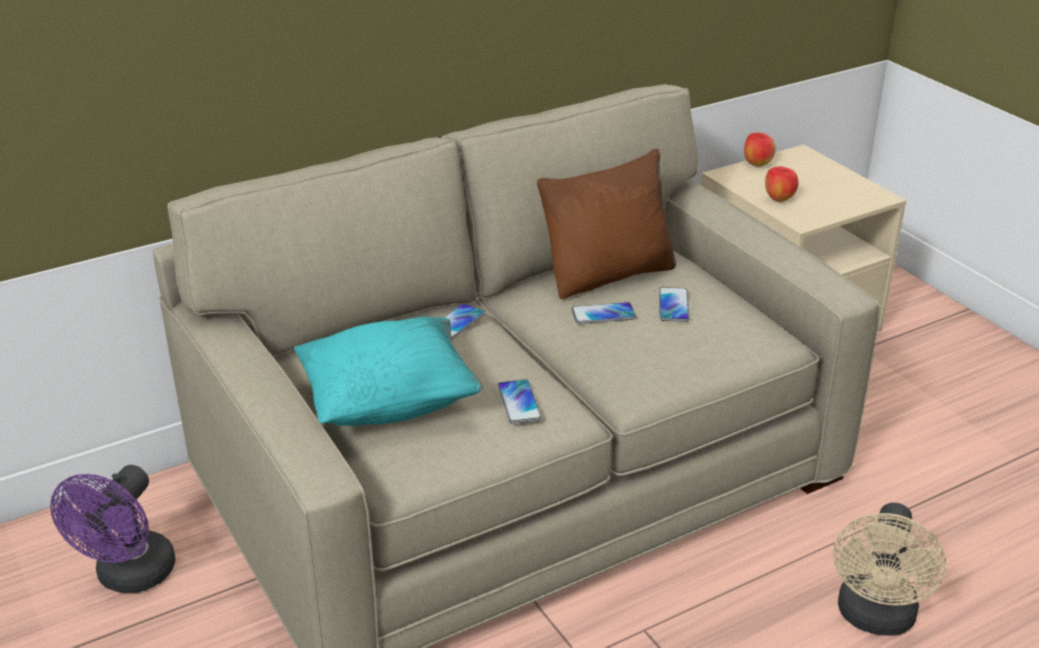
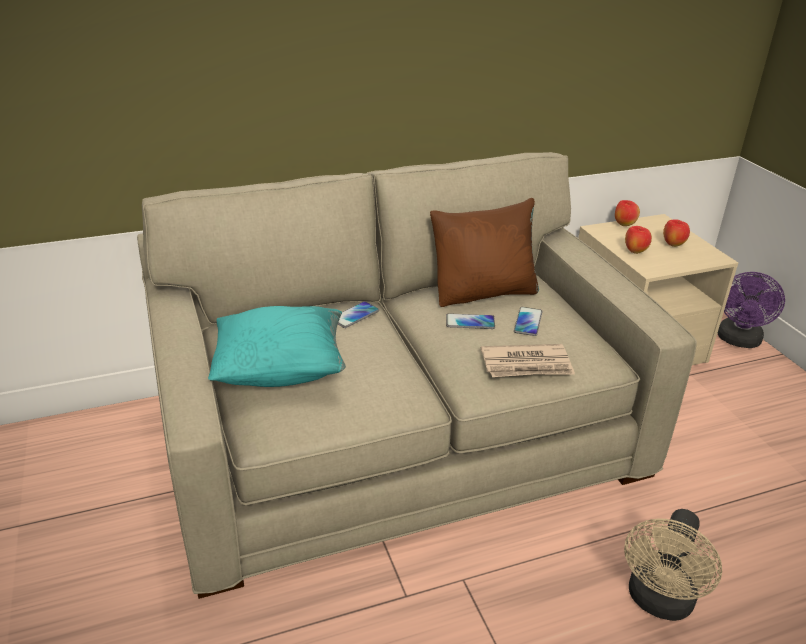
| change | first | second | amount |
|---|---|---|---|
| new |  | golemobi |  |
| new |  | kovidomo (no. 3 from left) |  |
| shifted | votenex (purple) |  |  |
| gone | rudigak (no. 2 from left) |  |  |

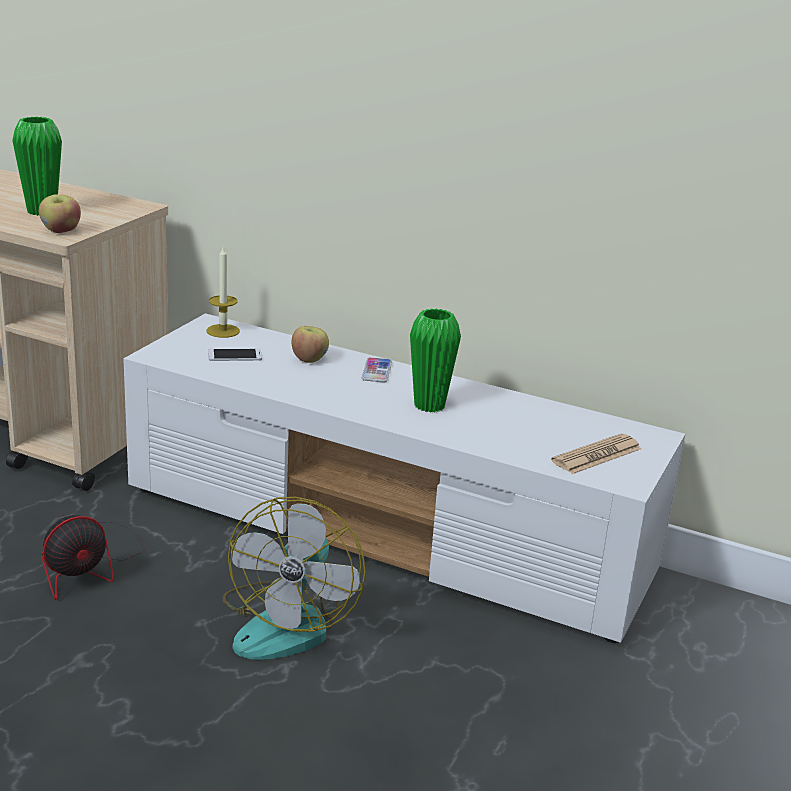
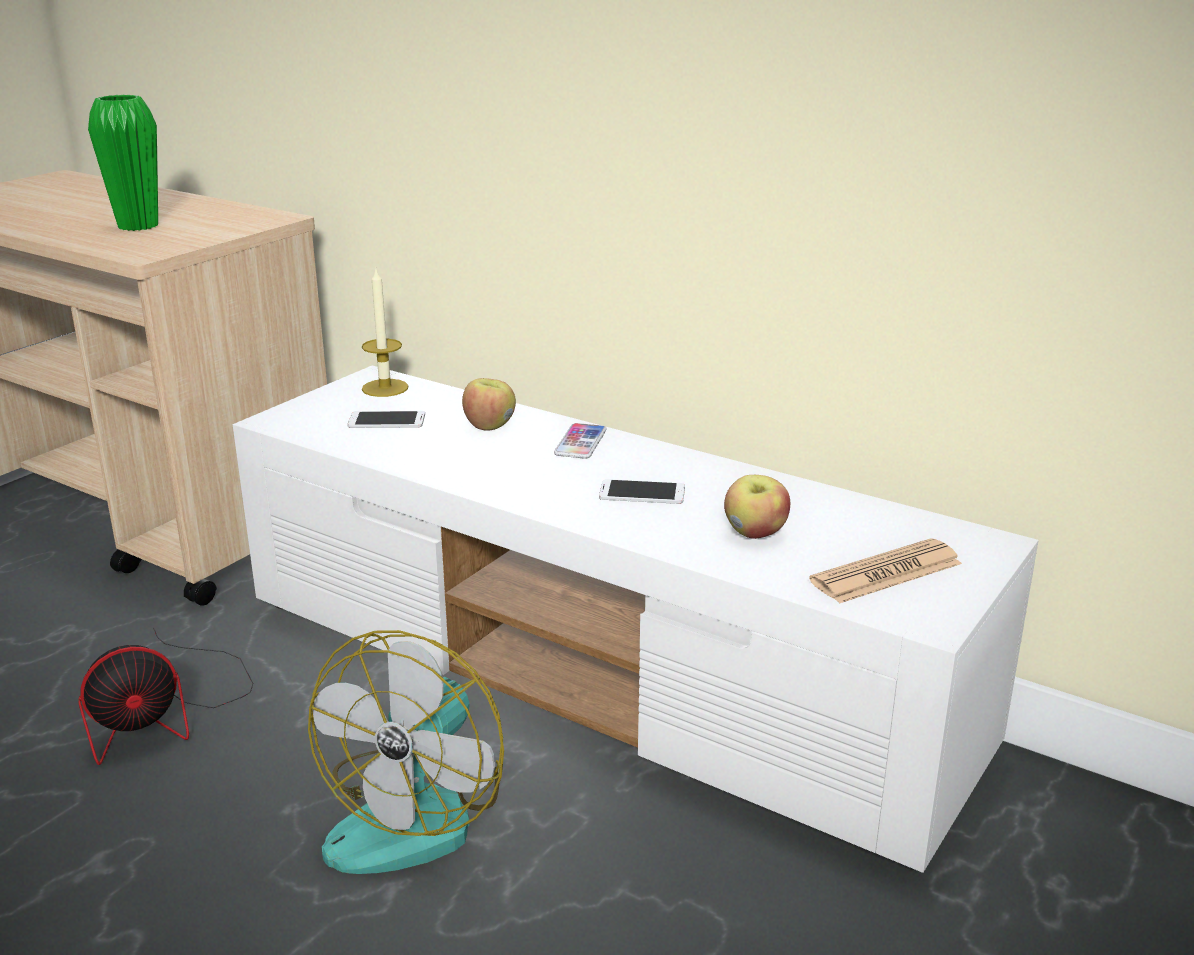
| change | first | second | amount |
|---|---|---|---|
| swapped | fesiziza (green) (no. 2 from left) | rudigak (no. 3 from left) |  |
| shifted | kovidomo (no. 1 from left in the first image) | kovidomo (no. 2 from left) |  |

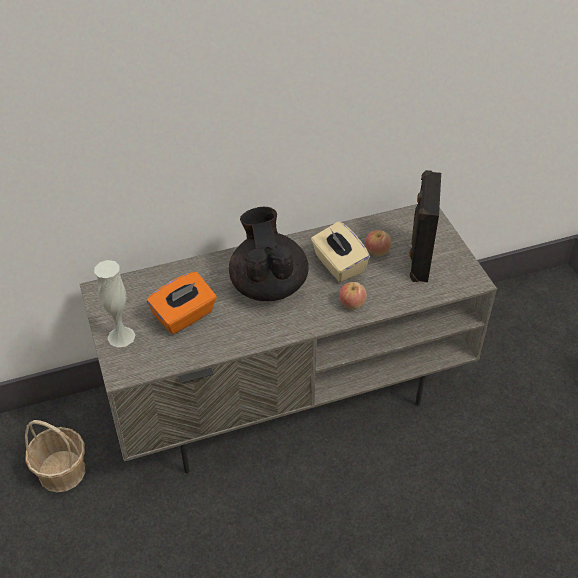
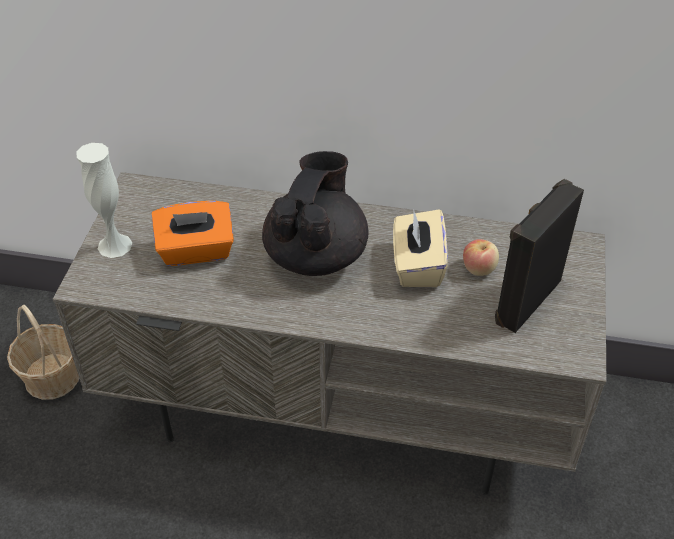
| change | first | second | amount |
|---|---|---|---|
| gone | kovidomo (no. 1 from left) |  |  |

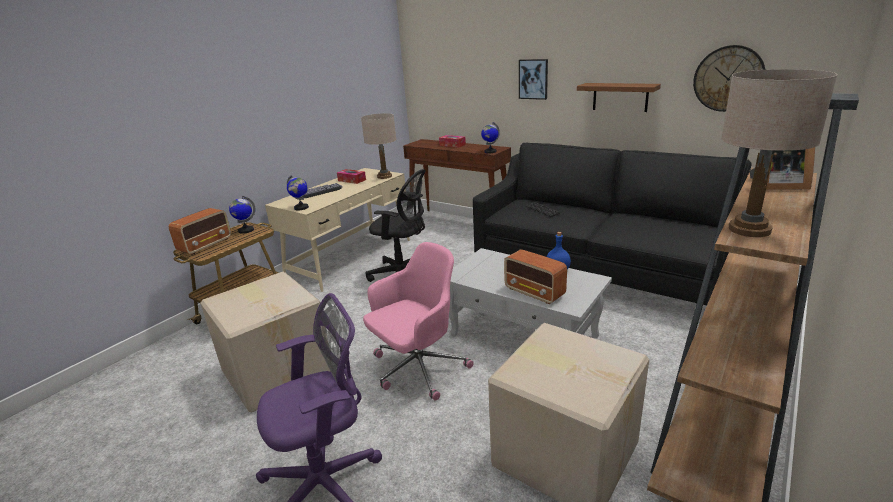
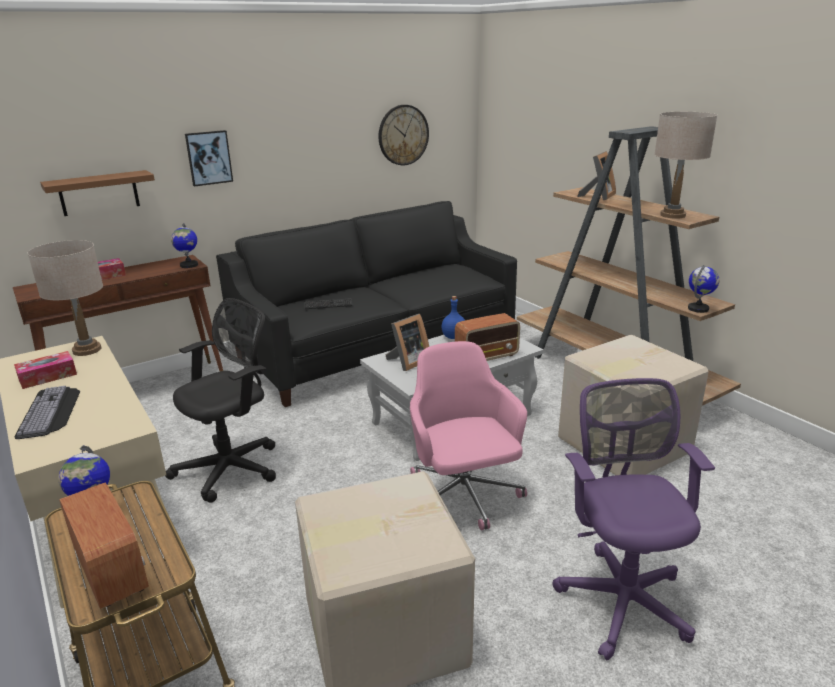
| change | first | second | amount |
|---|---|---|---|
| shifted | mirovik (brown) |  |  |
| new |  | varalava (no. 1 from left) |  |
| shifted | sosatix (no. 2 from left in the first image) | sosatix (no. 3 from left) |  |

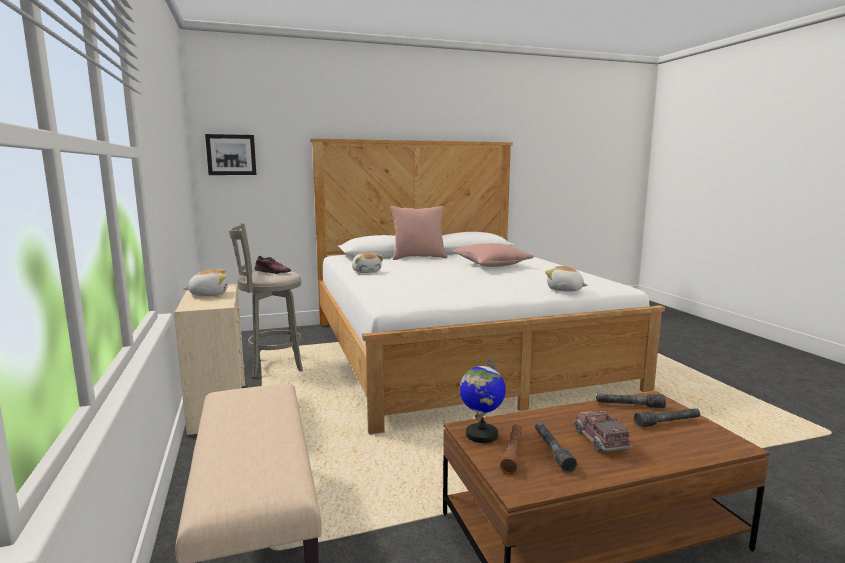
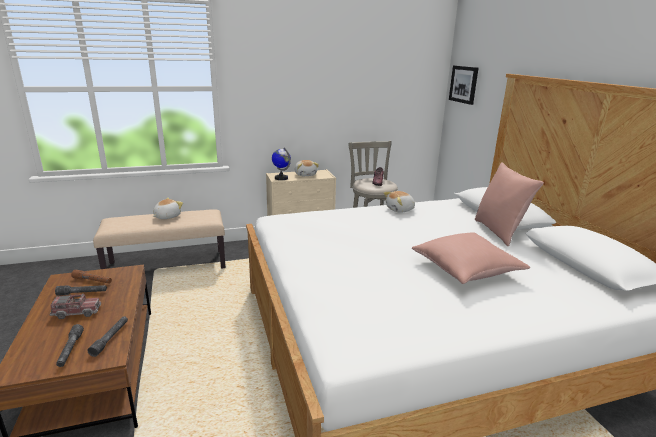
| change | first | second | amount |
|---|---|---|---|
| shifted | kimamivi (no. 3 from left in the first image) | kimamivi (no. 1 from left) |  |
| shifted | sosatix |  |  |

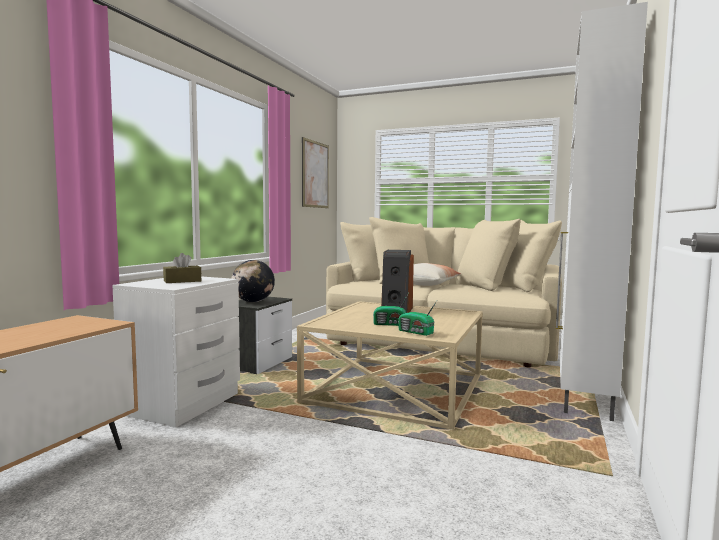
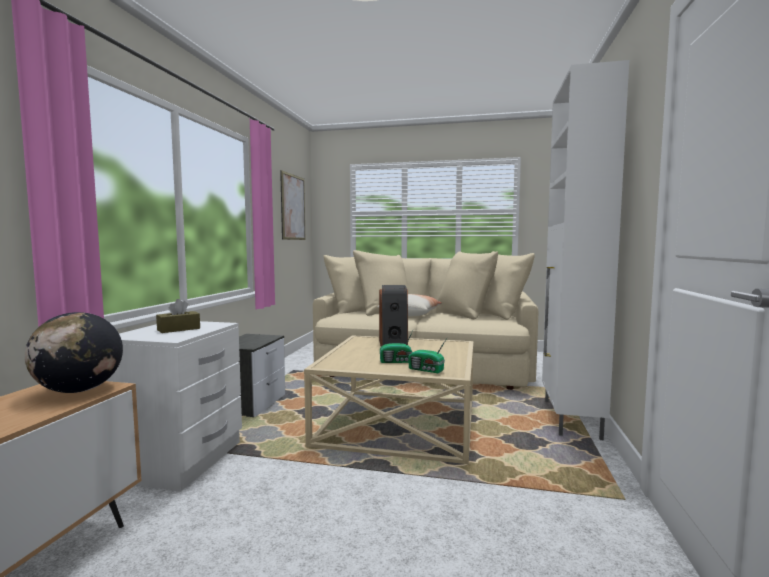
| change | first | second | amount |
|---|---|---|---|
| shifted | sosatix |  |  |

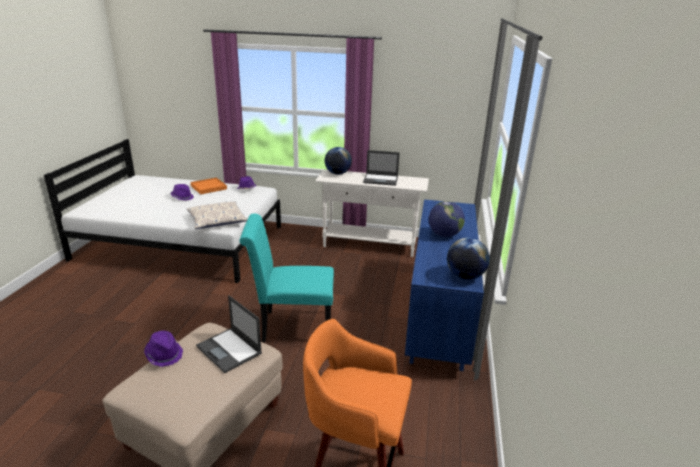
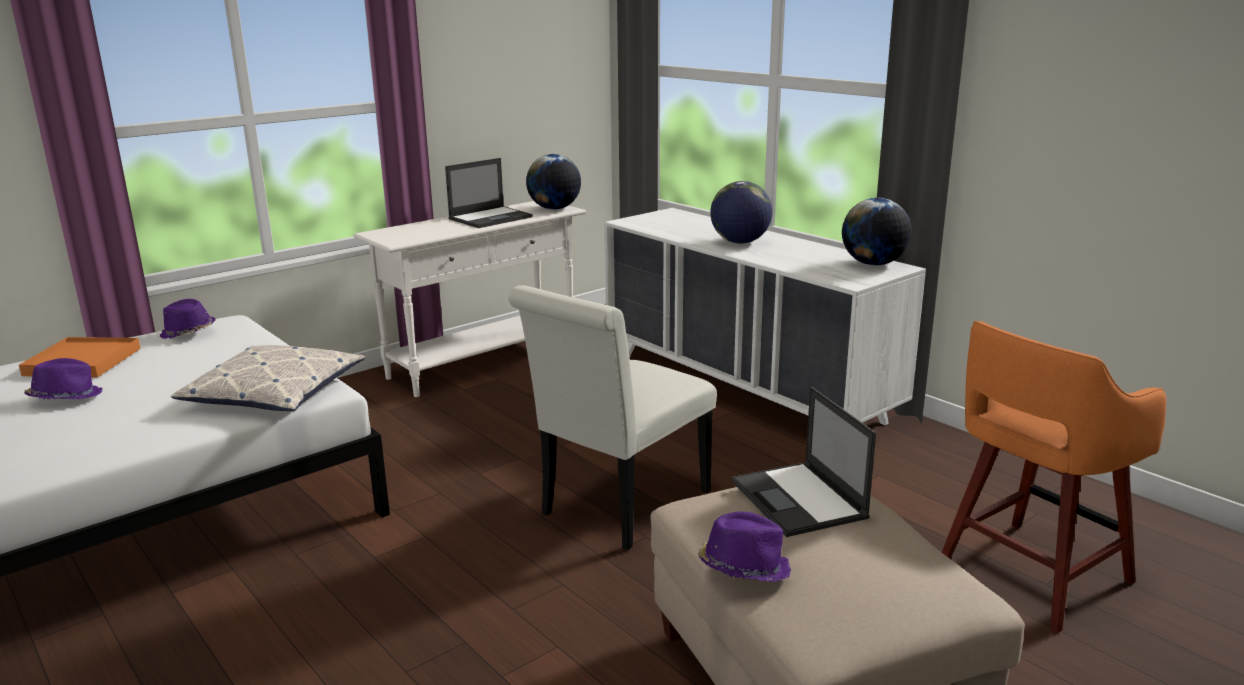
| change | first | second | amount |
|---|---|---|---|
| repainted | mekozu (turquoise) | mekozu (white) |  |
| shifted | sosatix (no. 1 from left) |  |  |
| repainted | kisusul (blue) | kisusul (white) |  |
| rotated | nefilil (no. 1 from left in the first image) | nefilil (no. 2 from left) | 75 degrees clockwise |

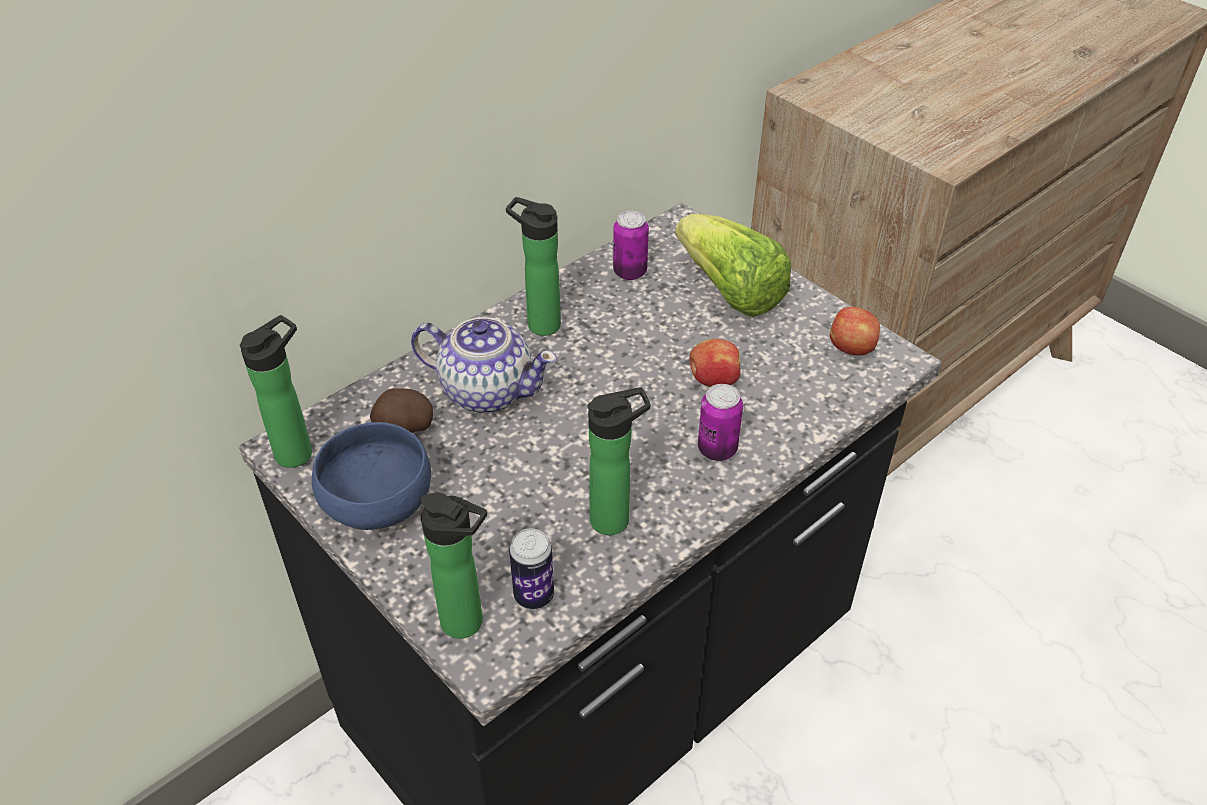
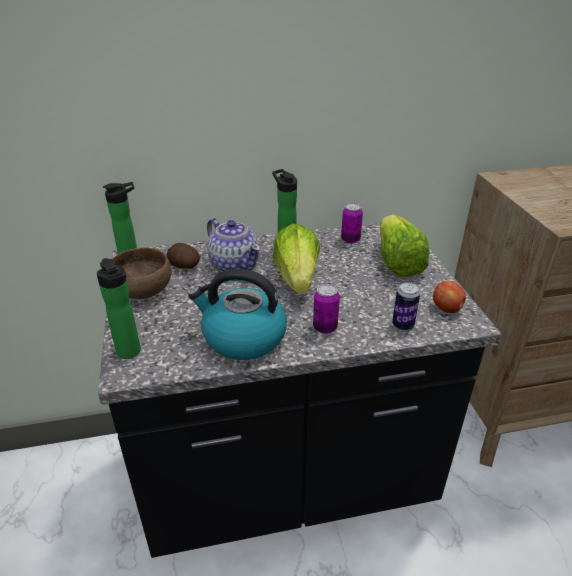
| change | first | second | amount |
|---|---|---|---|
| repainted | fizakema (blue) | fizakema (brown) |  |
| swapped | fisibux (no. 4 from left) | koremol |  |
| new |  | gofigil (no. 1 from left) |  |
| shifted | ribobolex (no. 1 from left in the first image) | ribobolex (no. 3 from left) |  |
| gone | kovidomo (no. 1 from left) |  |  |

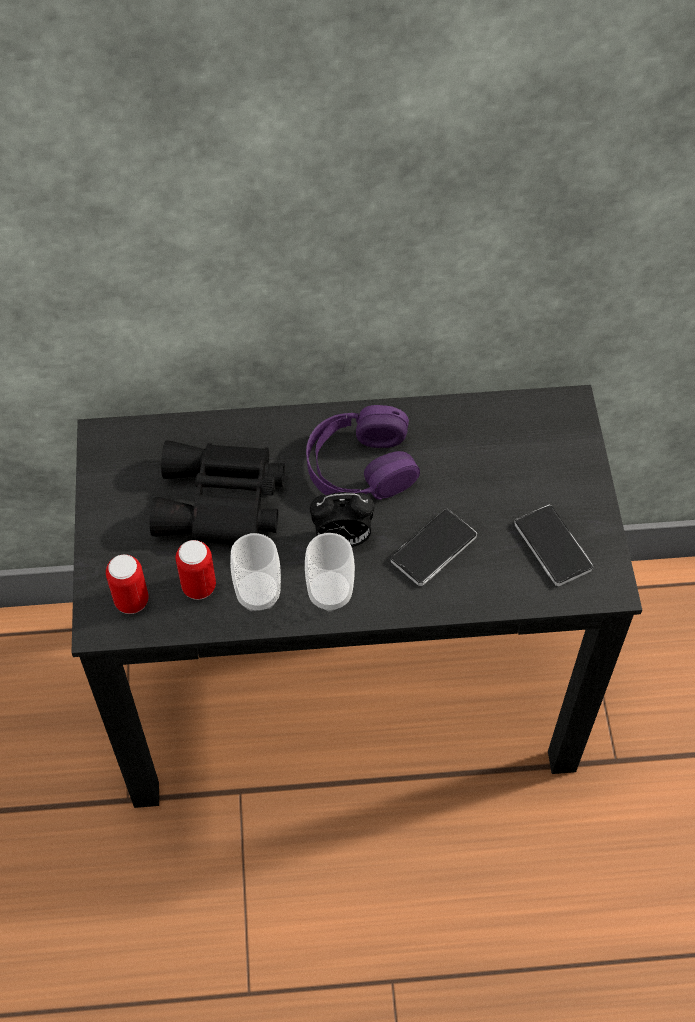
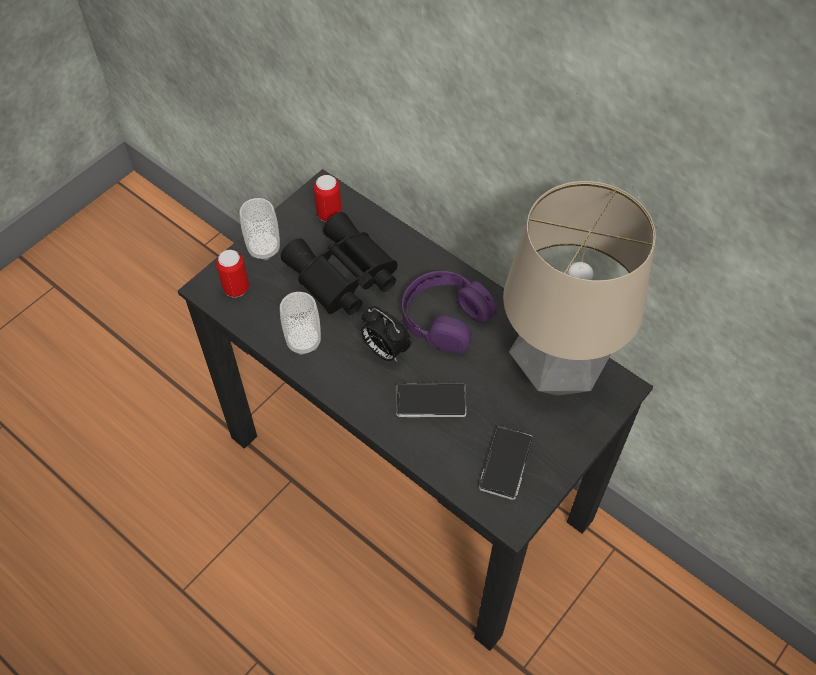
| change | first | second | amount |
|---|---|---|---|
| shifted | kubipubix (no. 2 from left in the first image) | kubipubix (no. 1 from left) |  |
| shifted | ribobolex (no. 2 from left) |  |  |
| new |  | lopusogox |  |

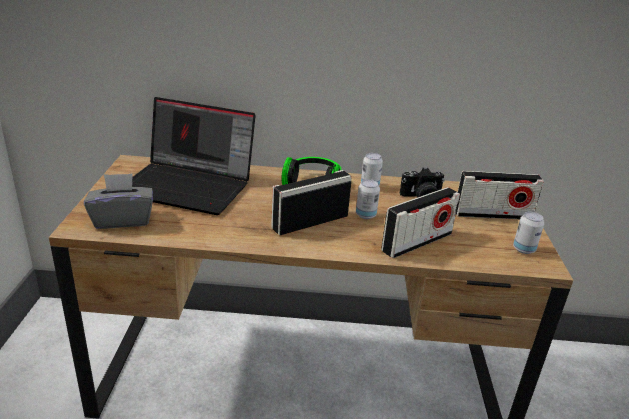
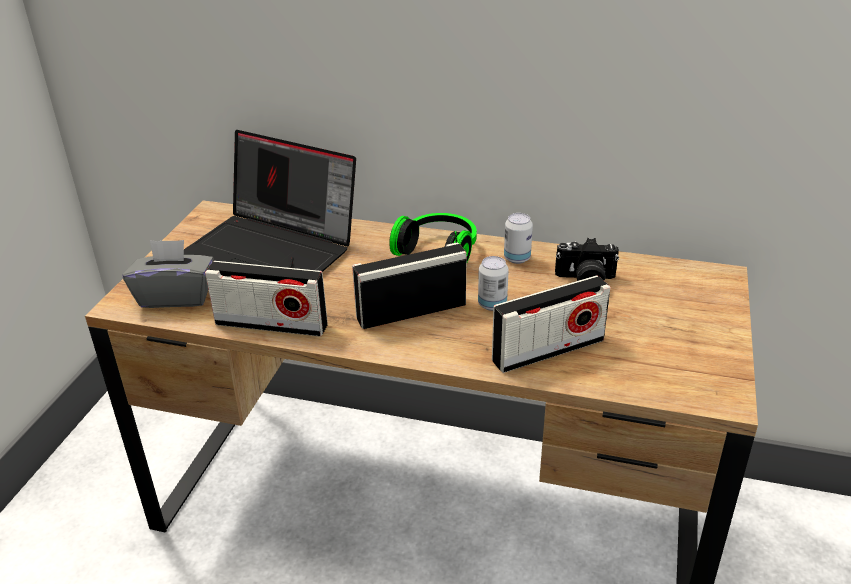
| change | first | second | amount |
|---|---|---|---|
| shifted | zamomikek (no. 3 from left in the first image) | zamomikek (no. 1 from left) |  |
| gone | ribobolex (no. 3 from left) |  |  |

